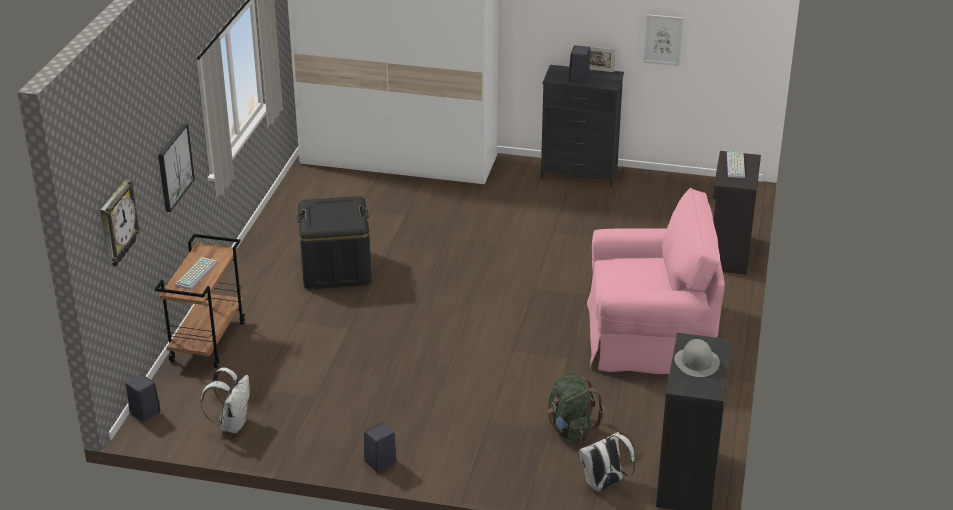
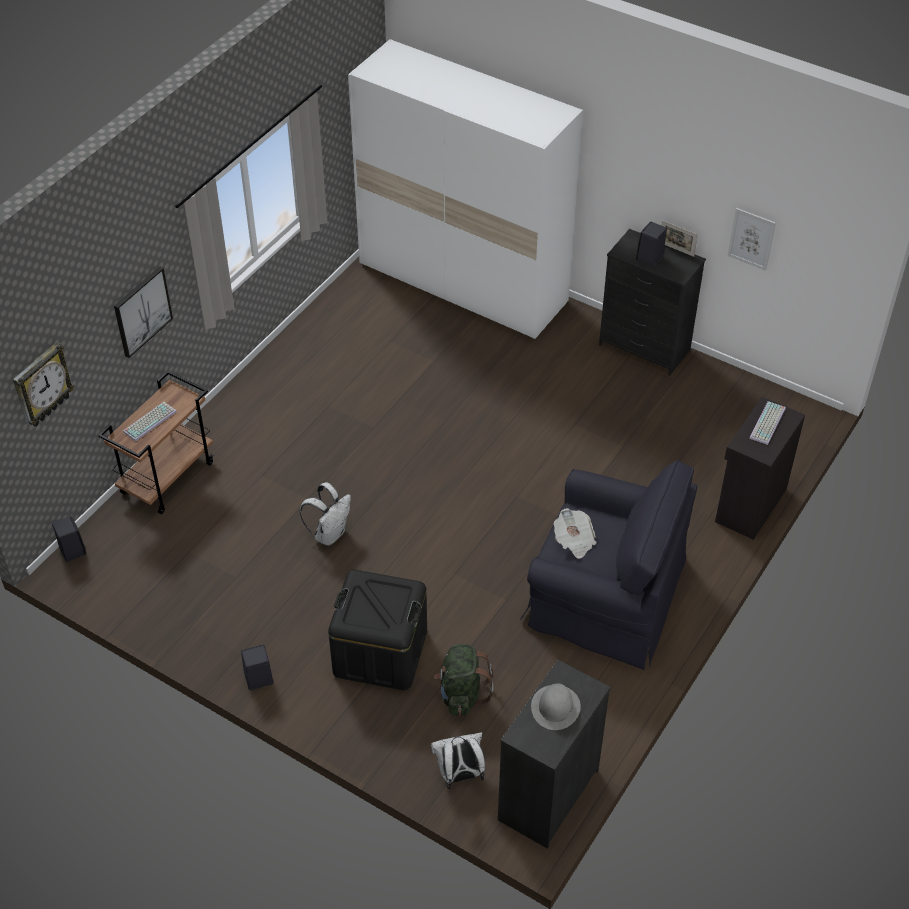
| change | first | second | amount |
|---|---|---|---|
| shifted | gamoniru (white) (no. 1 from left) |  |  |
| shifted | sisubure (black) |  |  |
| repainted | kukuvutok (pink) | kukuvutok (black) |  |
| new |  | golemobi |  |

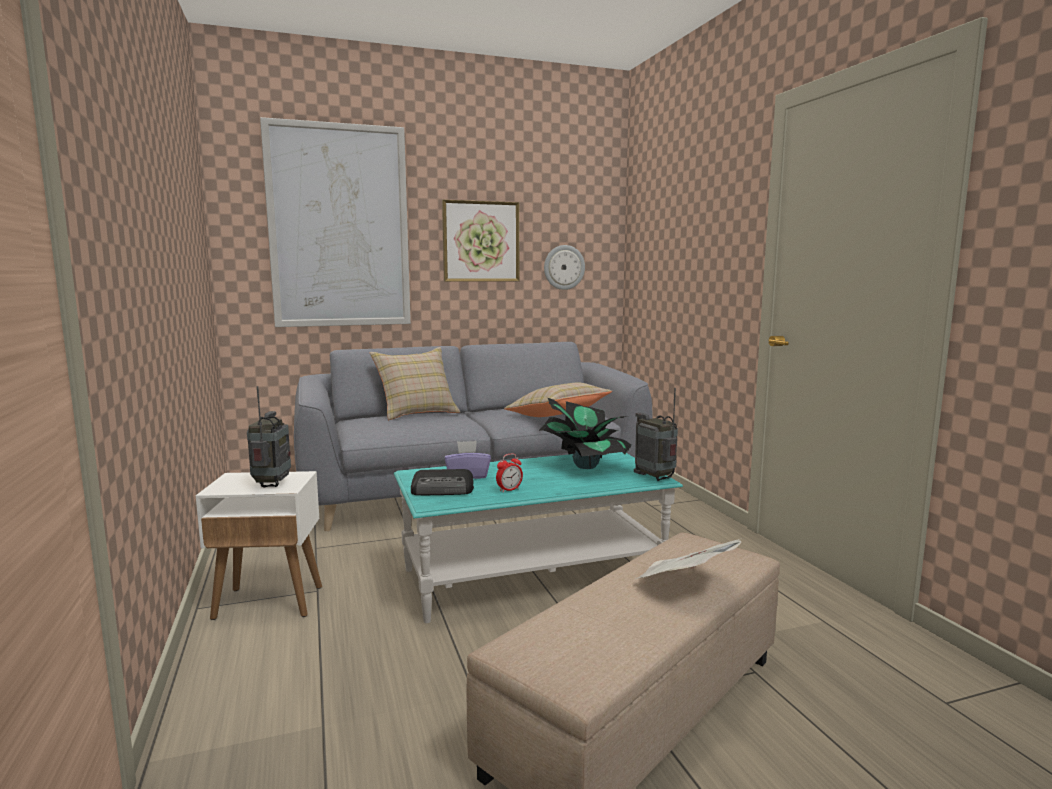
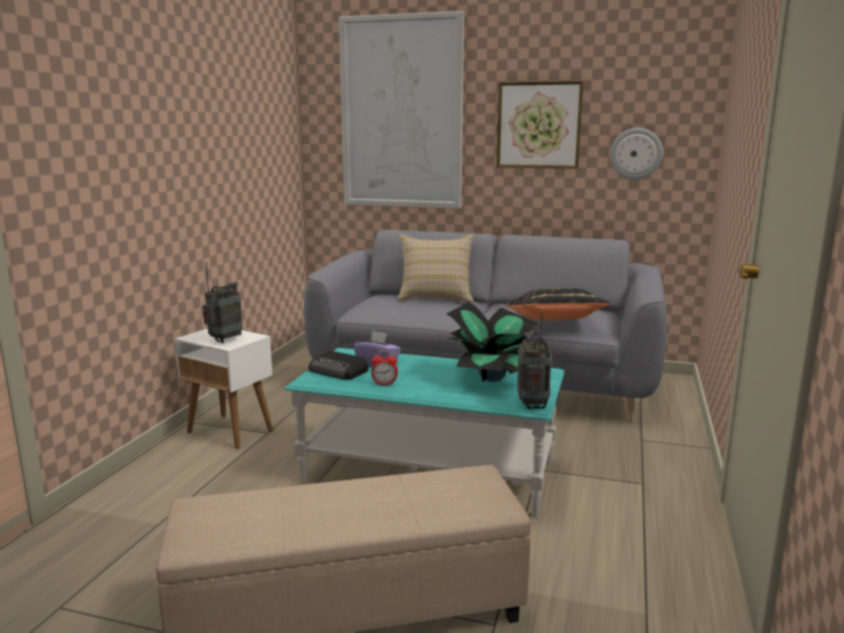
| change | first | second | amount |
|---|---|---|---|
| repainted | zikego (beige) (no. 2 from left) | zikego (black) |  |
| gone | golemobi |  |  |

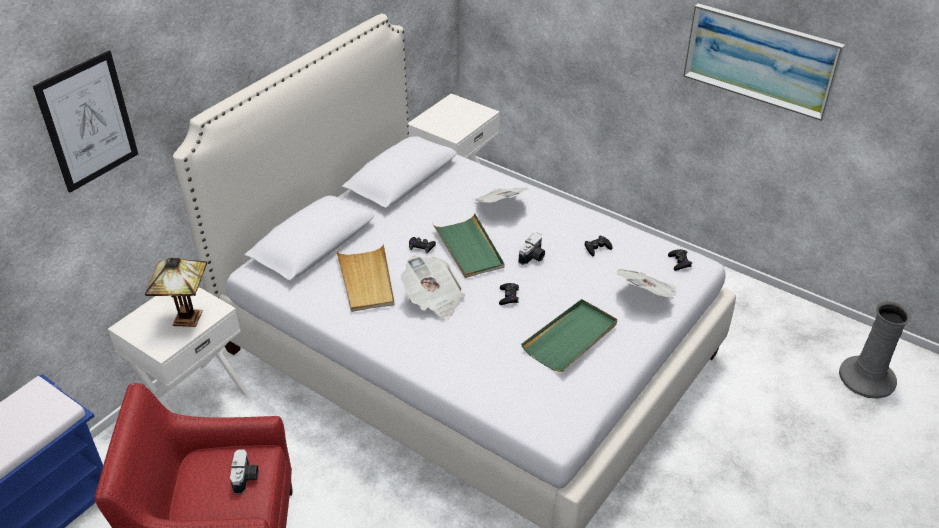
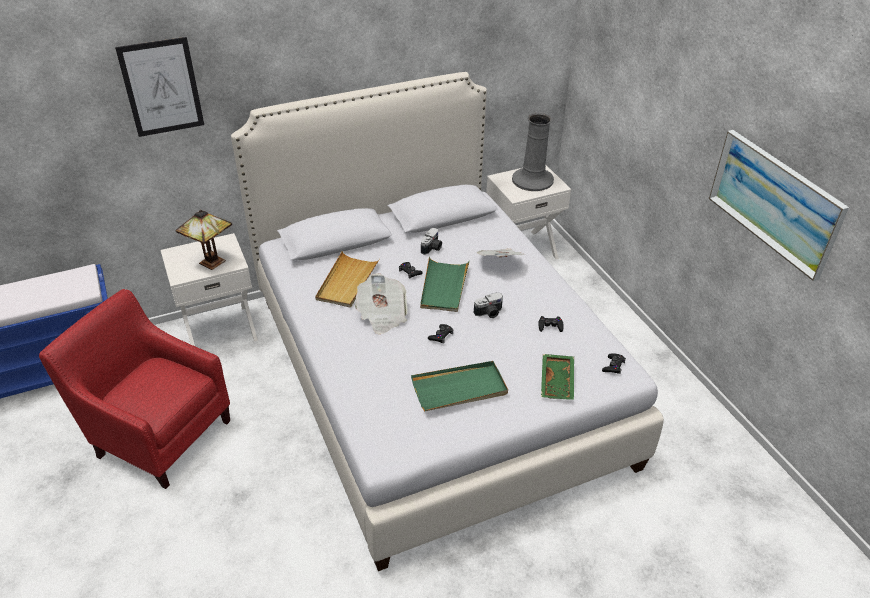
| change | first | second | amount |
|---|---|---|---|
| shifted | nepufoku (no. 1 from left) |  |  |
| shifted | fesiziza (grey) |  |  |
| swapped | golemobi (no. 3 from left) | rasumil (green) (no. 3 from left) |  |

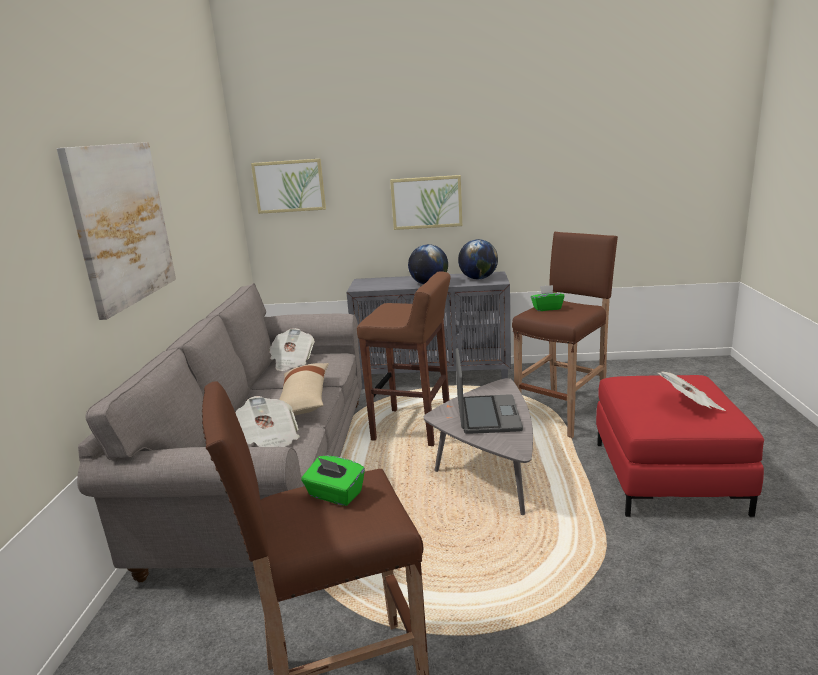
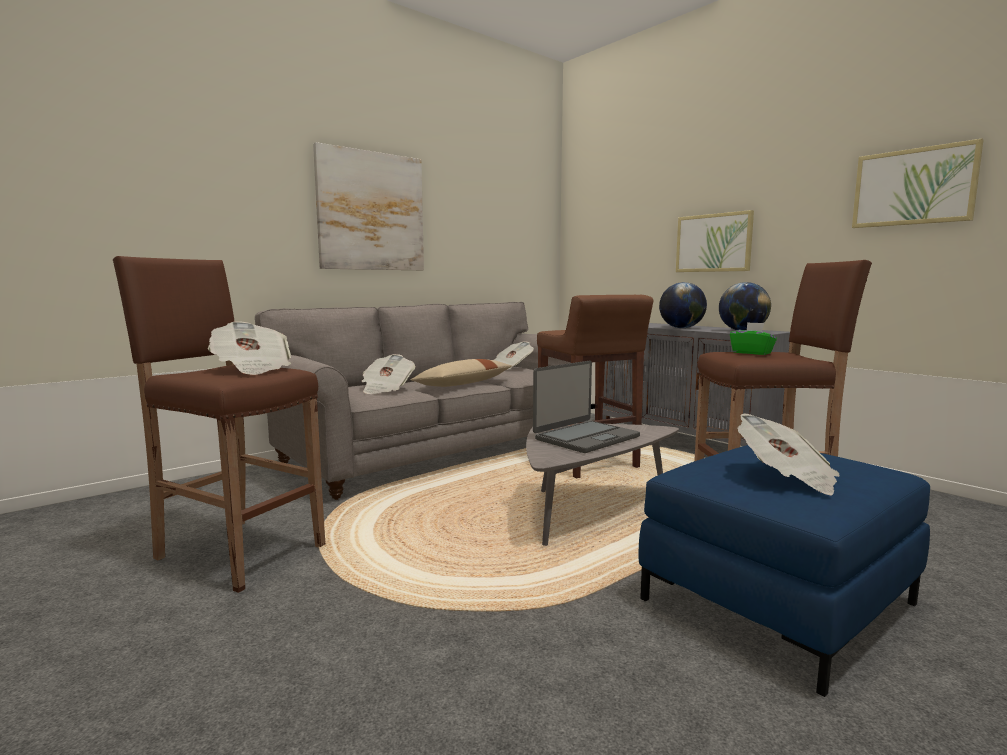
| change | first | second | amount |
|---|---|---|---|
| swapped | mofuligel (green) (no. 1 from left) | golemobi (no. 1 from left) |  |
| repainted | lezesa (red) | lezesa (blue) |  |
| shifted | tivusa (no. 2 from left in the first image) | tivusa (no. 3 from left) |  |

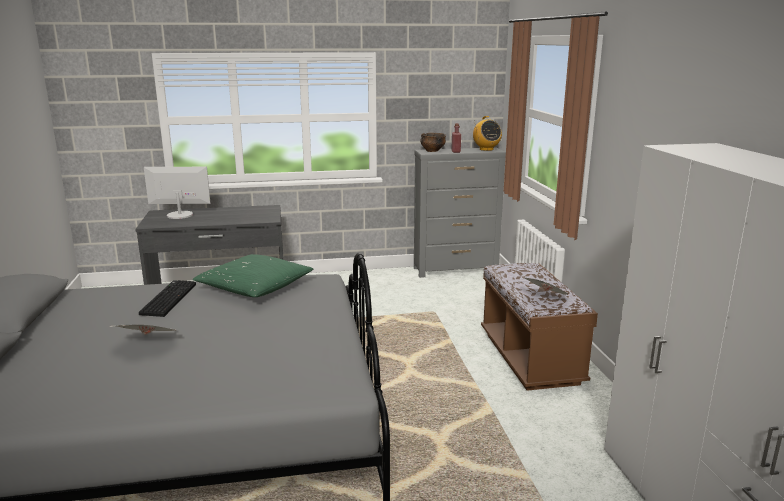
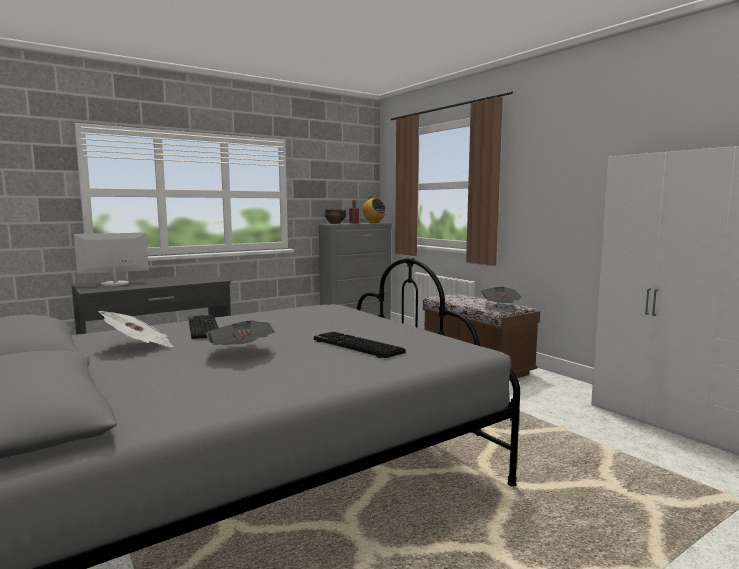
| change | first | second | amount |
|---|---|---|---|
| new |  | golemobi (no. 1 from left) |  |
| new |  | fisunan (no. 2 from left) |  |
| gone | zikego (green) |  |  |

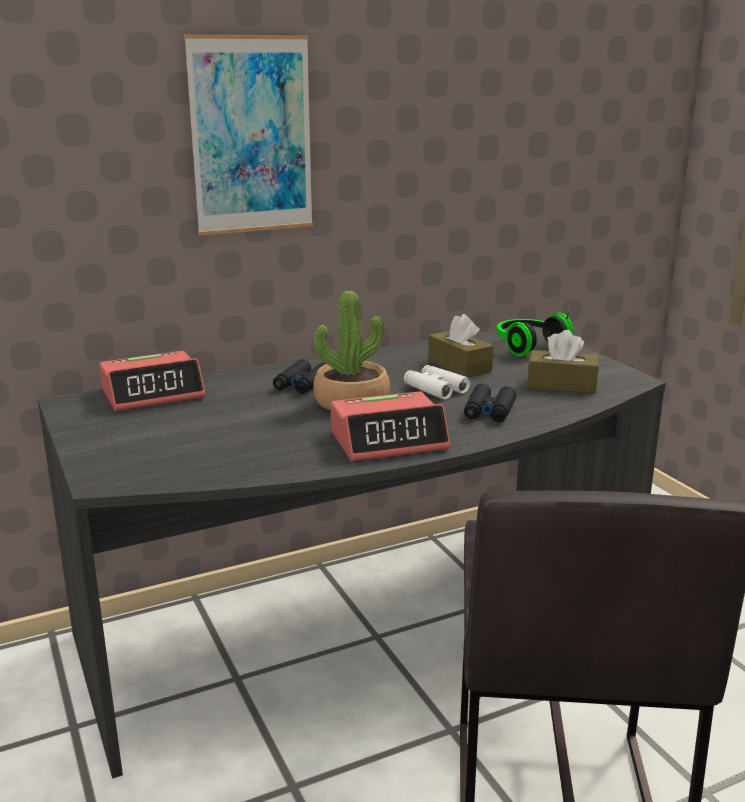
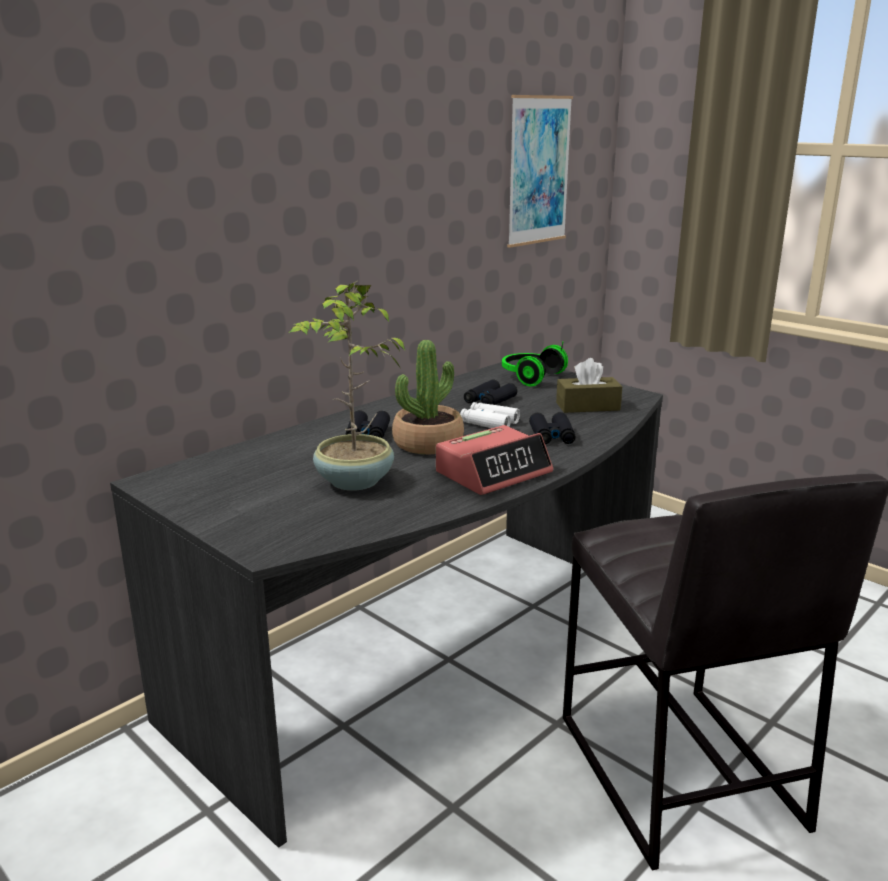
| change | first | second | amount |
|---|---|---|---|
| new |  | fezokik (no. 1 from left) |  |
| swapped | mofuligel (brown) (no. 1 from left) | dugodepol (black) (no. 2 from left) |  |
| shifted | tivusa |  |  |
| gone | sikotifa (no. 1 from left) |  |  |

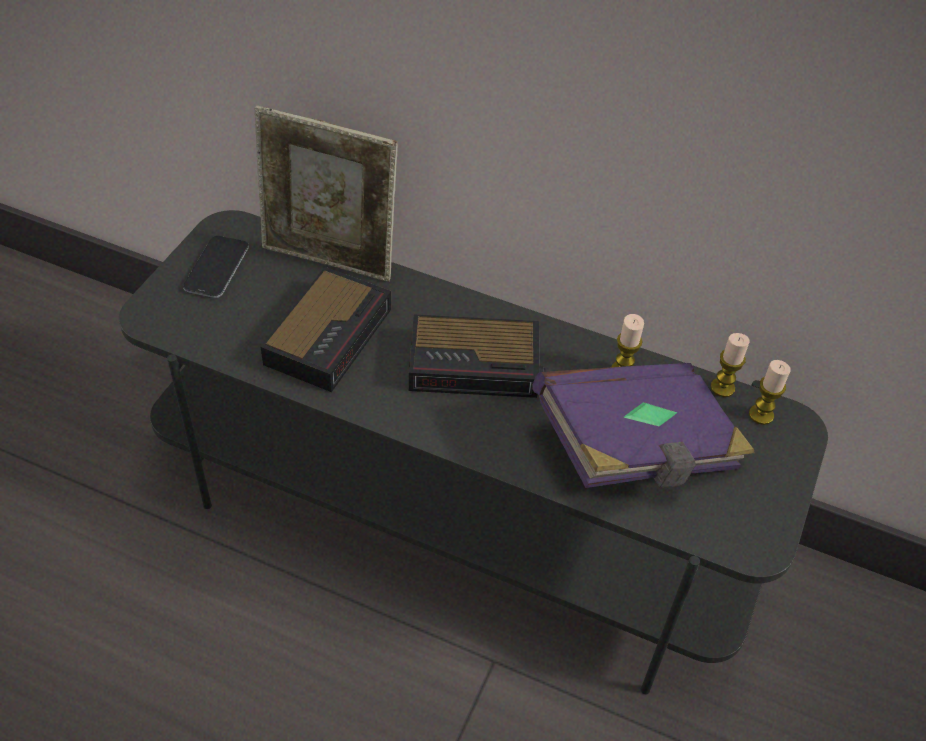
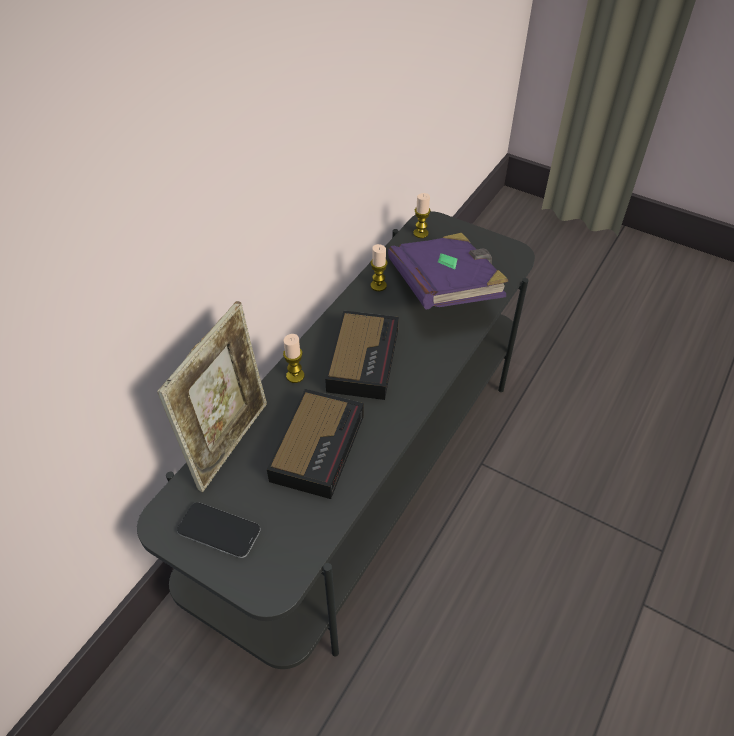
| change | first | second | amount |
|---|---|---|---|
| rotated | sikotifa (no. 1 from left) |  | 75 degrees clockwise |
| shifted | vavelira (no. 2 from left in the first image) | vavelira (no. 1 from left) |  |

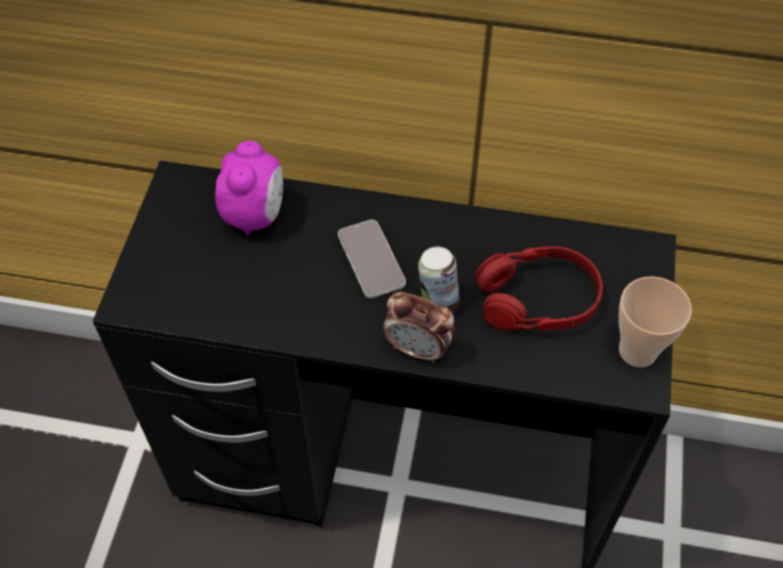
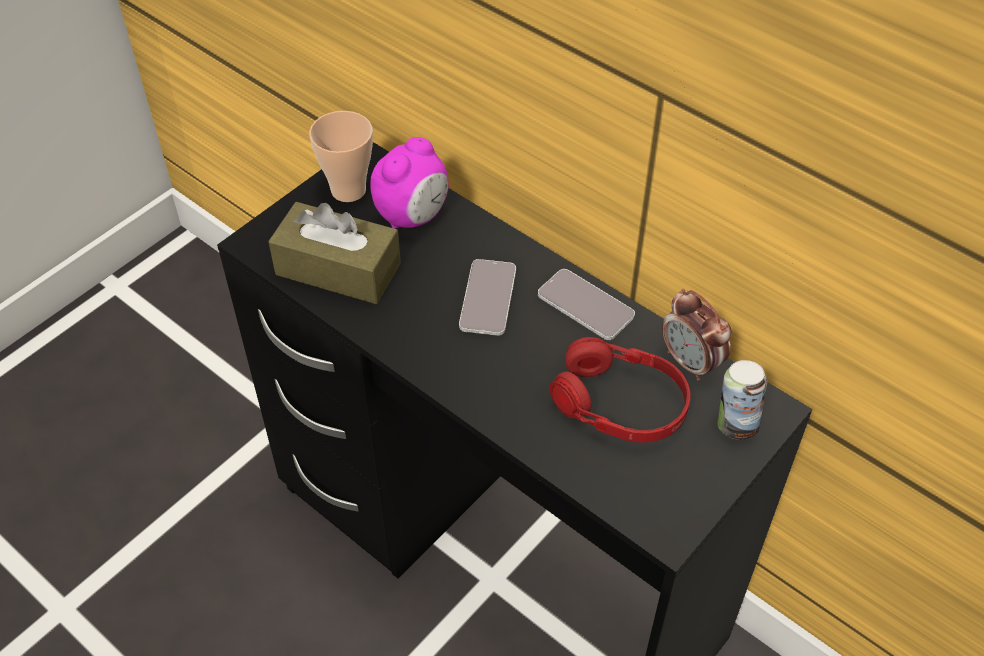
| change | first | second | amount |
|---|---|---|---|
| new |  | mofuligel (brown) |  |
| shifted | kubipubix |  |  |
| new |  | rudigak (no. 2 from left) |  |
| shifted | sikotifa (no. 2 from left) |  |  |
| shifted | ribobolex |  |  |

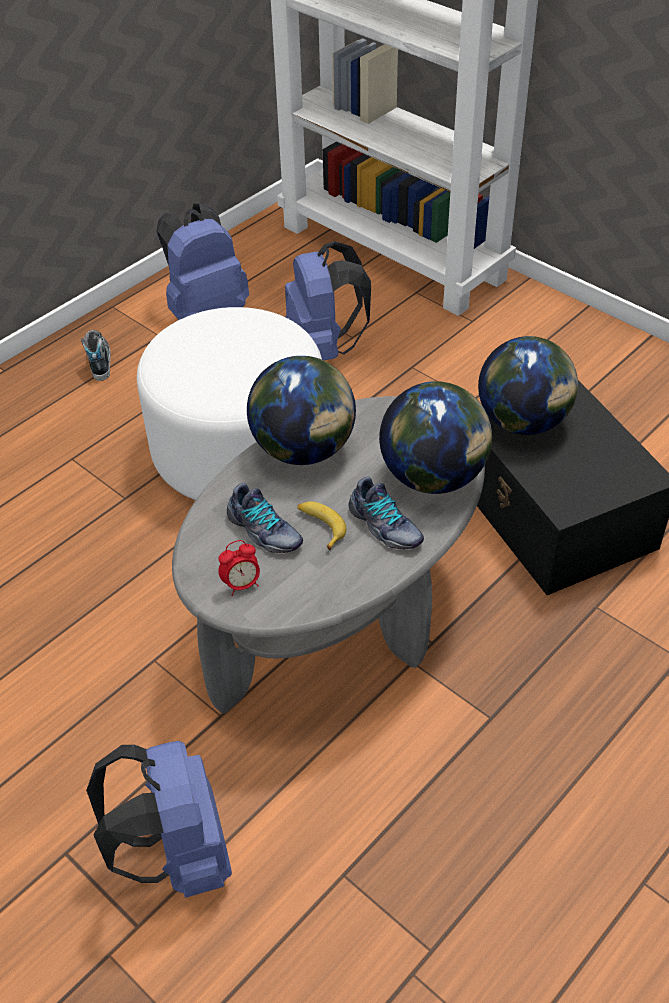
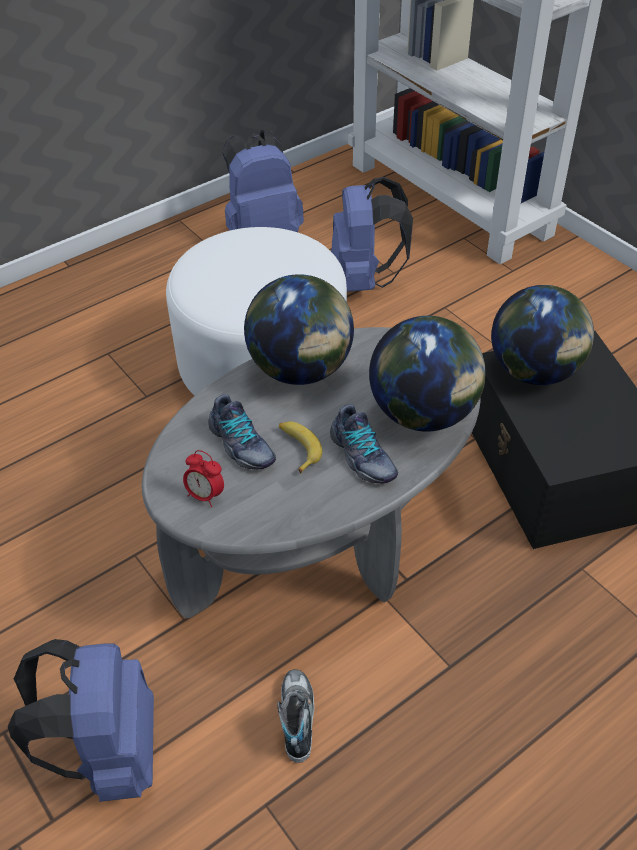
| change | first | second | amount |
|---|---|---|---|
| rotated | sikotifa |  | 45 degrees clockwise |
| shifted | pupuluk (no. 1 from left in the first image) | pupuluk (no. 2 from left) |  |

